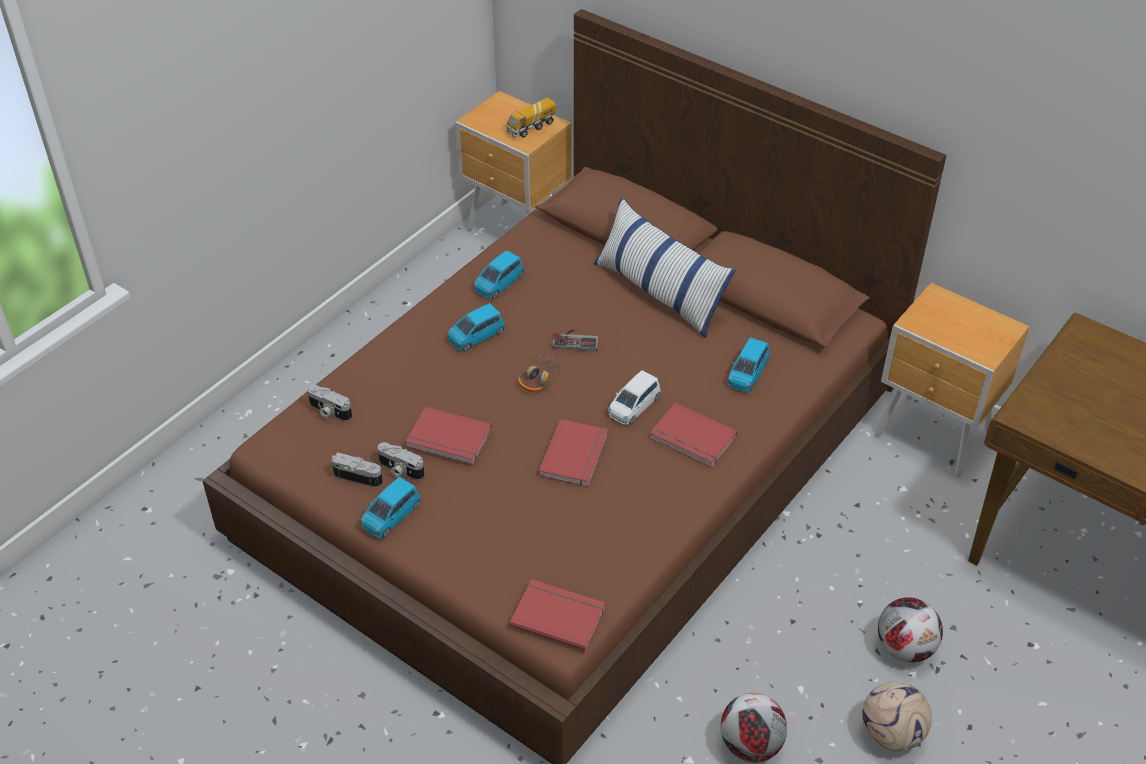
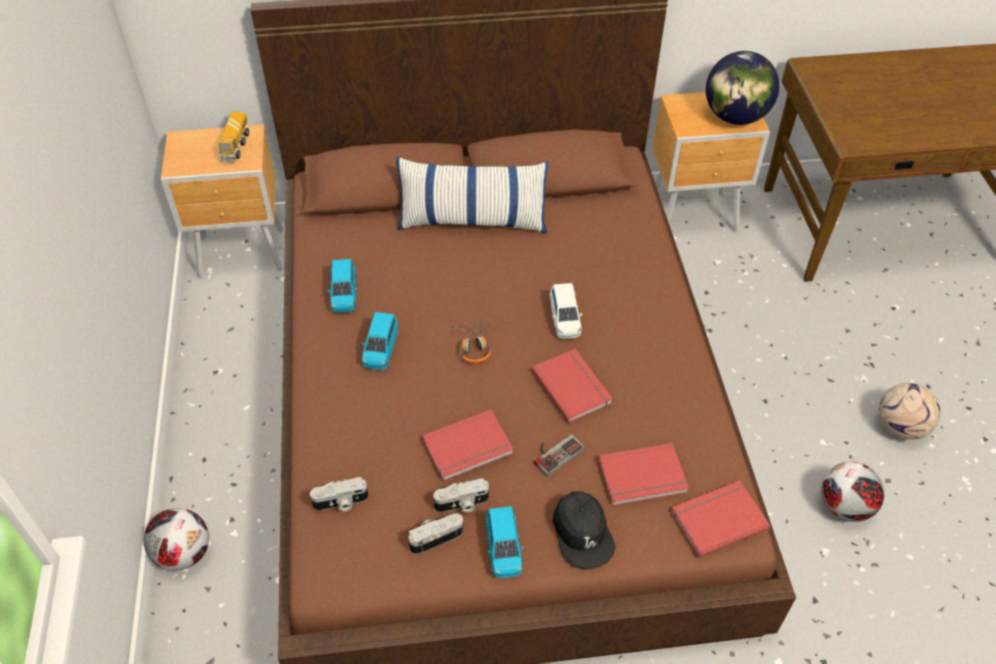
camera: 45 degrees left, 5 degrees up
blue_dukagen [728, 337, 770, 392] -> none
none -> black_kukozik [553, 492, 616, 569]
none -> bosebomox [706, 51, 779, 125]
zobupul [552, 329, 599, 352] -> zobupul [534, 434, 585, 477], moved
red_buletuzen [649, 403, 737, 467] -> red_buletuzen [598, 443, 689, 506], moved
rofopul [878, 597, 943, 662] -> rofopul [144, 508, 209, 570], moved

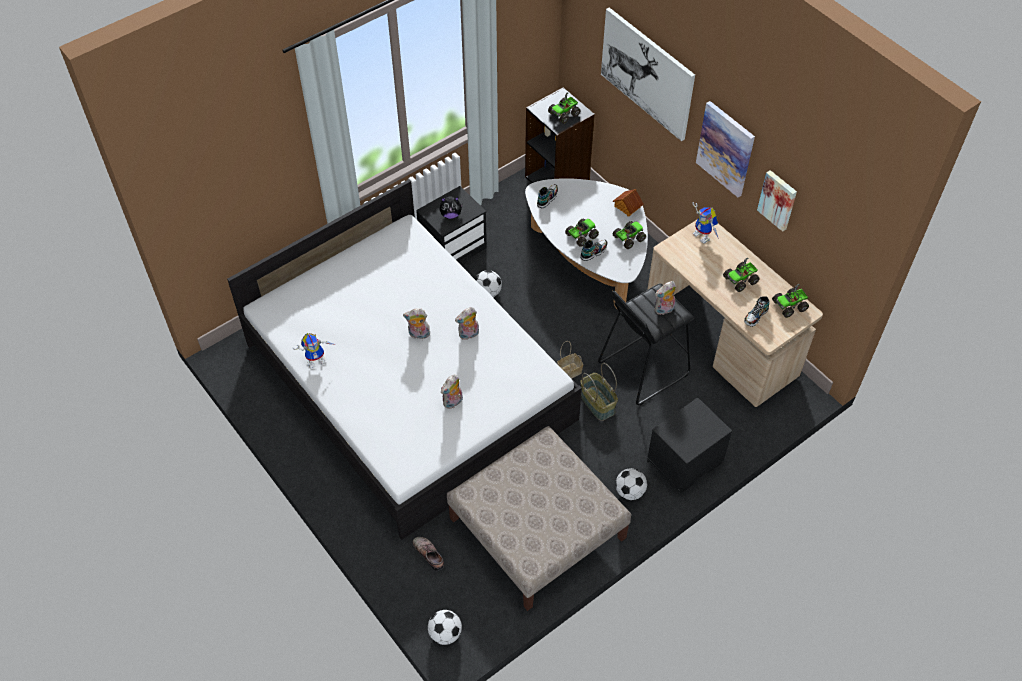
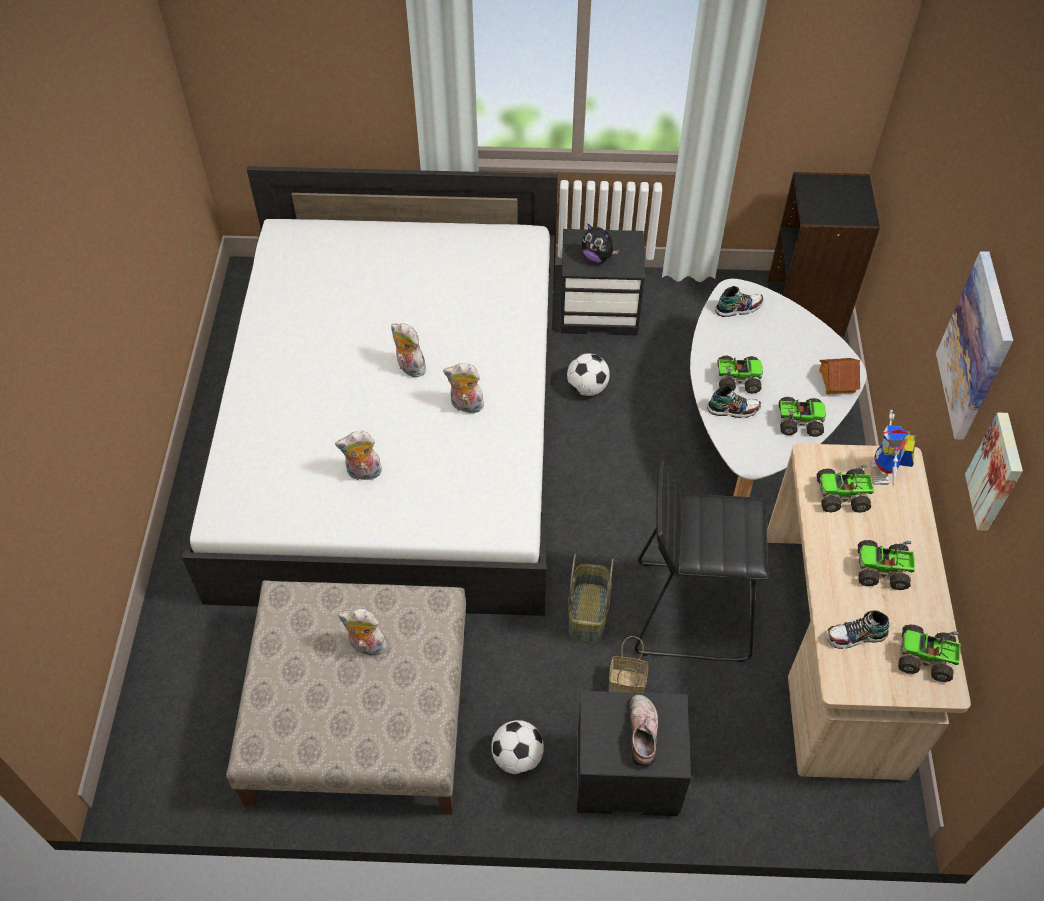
camera: 40 degrees right, 0 degrees up
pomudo [292, 333, 336, 369] -> none
rofopul [428, 610, 462, 645] -> none
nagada [601, 7, 695, 141] -> none
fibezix [413, 537, 444, 571] -> fibezix [629, 695, 659, 767], moved
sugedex [548, 92, 581, 124] -> sugedex [817, 464, 874, 513], moved
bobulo [557, 341, 583, 379] -> bobulo [609, 636, 648, 693], moved
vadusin [655, 281, 676, 315] -> vadusin [338, 608, 387, 656], moved

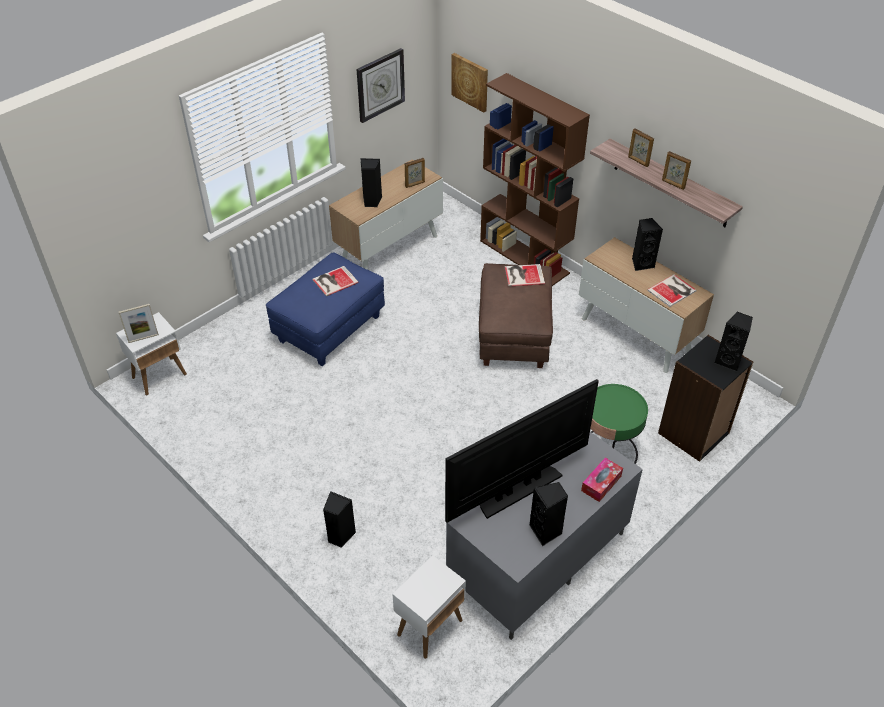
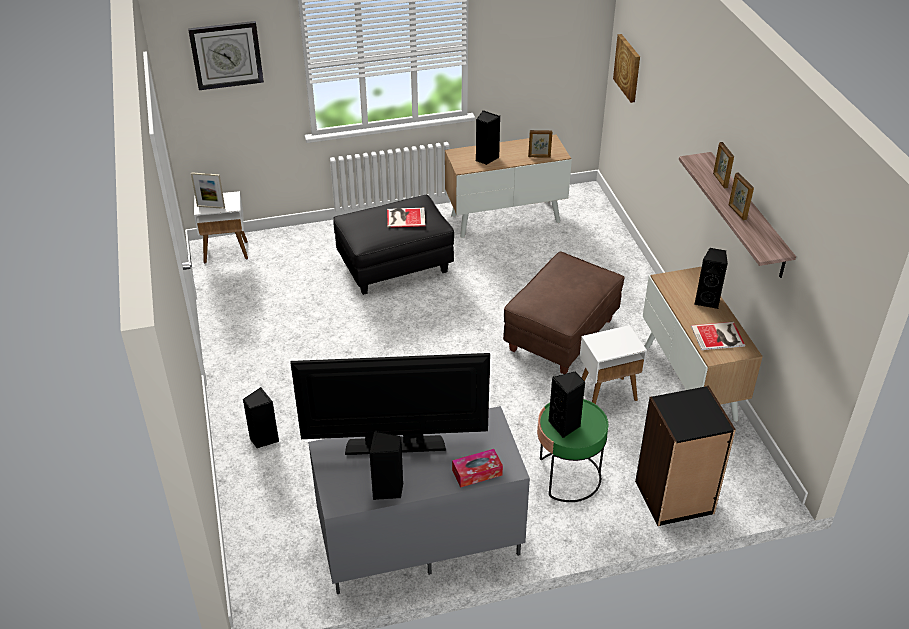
camera: 30 degrees right, 5 degrees down
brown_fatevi [480, 73, 590, 286] -> none
buletuzen [505, 264, 545, 287] -> none
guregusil [357, 48, 405, 123] -> guregusil [188, 21, 264, 90], moved
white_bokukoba [392, 555, 466, 659] -> white_bokukoba [579, 325, 647, 404], moved
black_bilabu [715, 311, 753, 372] -> black_bilabu [548, 371, 586, 438], moved
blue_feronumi [266, 252, 385, 366] -> black_feronumi [333, 195, 454, 295]

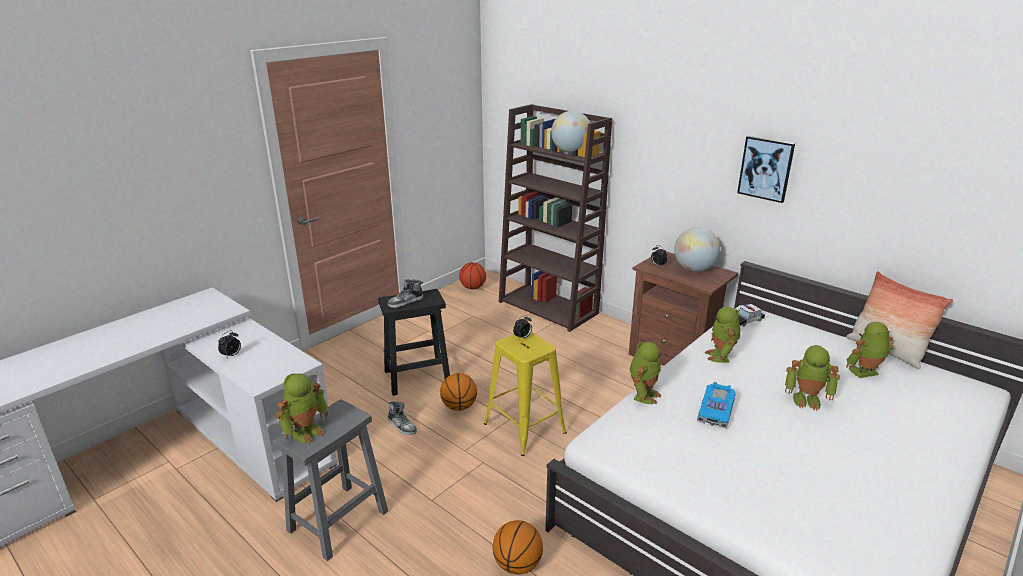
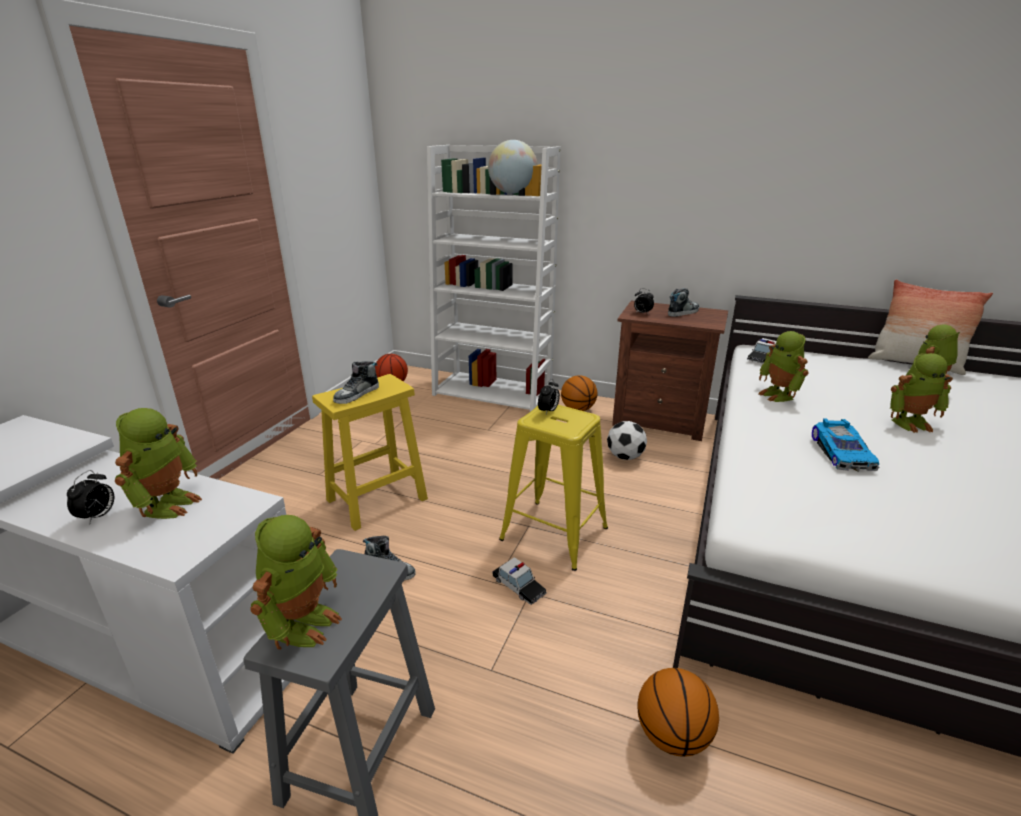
camera: 20 degrees left, 0 degrees up
nagada [737, 136, 795, 203] -> none
none -> dukagen [493, 557, 547, 605]
none -> rofopul [607, 421, 647, 460]
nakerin [440, 373, 477, 411] -> nakerin [561, 375, 597, 411], moved
pomudo [630, 342, 661, 405] -> pomudo [115, 408, 202, 519], moved
bosebomox [674, 227, 720, 272] -> fibezix [668, 288, 699, 317]
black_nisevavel [378, 289, 450, 396] -> yellow_nisevavel [312, 374, 428, 531]
brown_fatevi [499, 104, 612, 332] -> white_fatevi [427, 145, 560, 412]

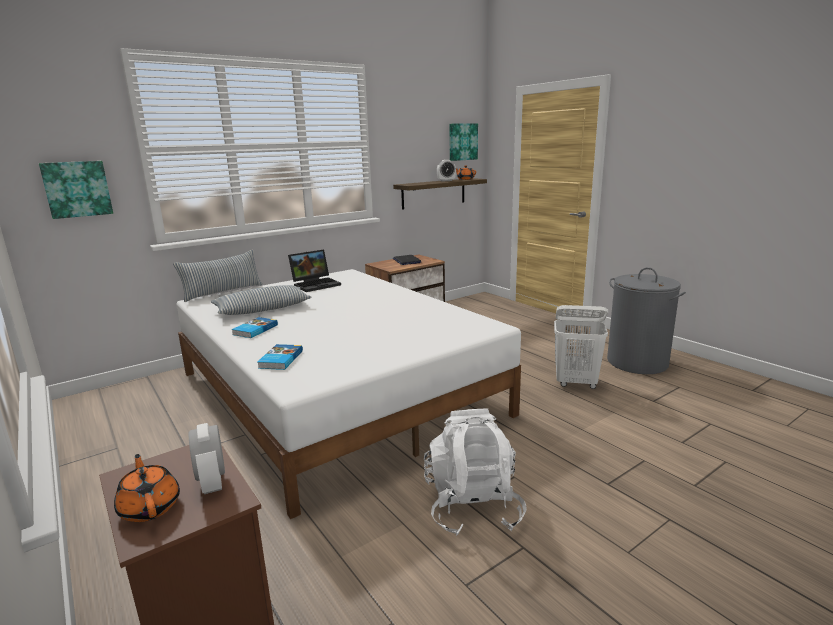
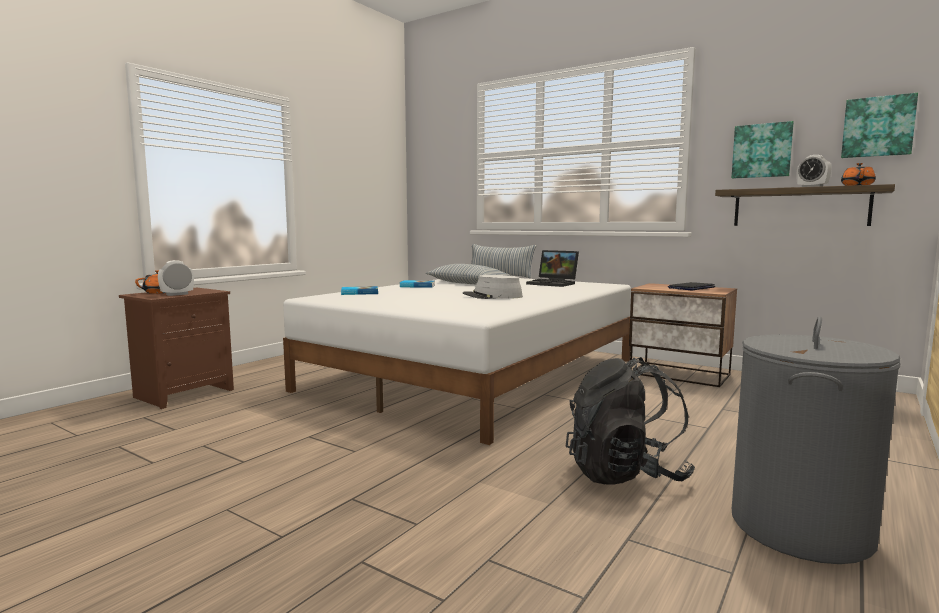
camera: 70 degrees right, 10 degrees down
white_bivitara [424, 408, 527, 536] -> none
none -> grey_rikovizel [463, 275, 523, 299]
nagada [39, 161, 113, 219] -> nagada [732, 121, 794, 178], moved
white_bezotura [554, 305, 608, 389] -> black_bivitara [566, 357, 695, 485]

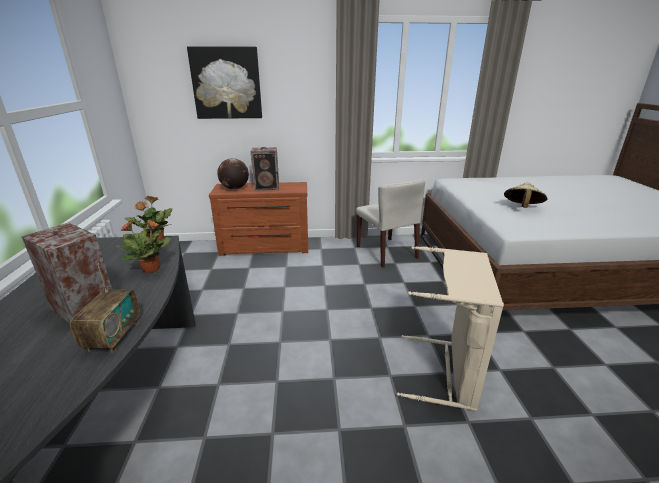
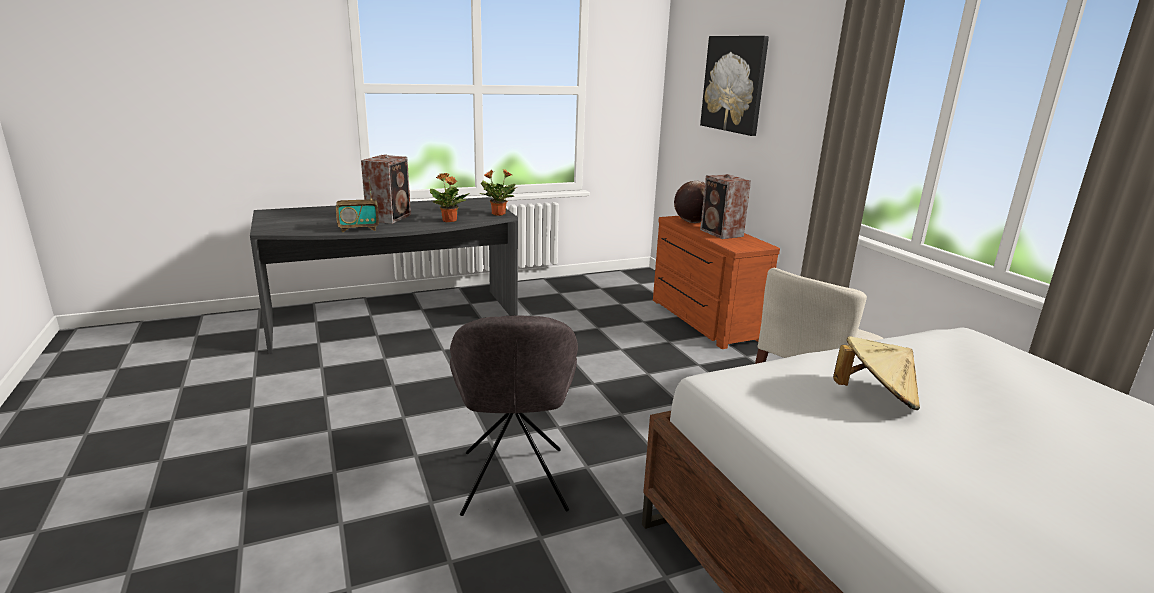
camera: 70 degrees right, 5 degrees down
beige_bezotura [397, 246, 504, 411] -> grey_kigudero [450, 316, 578, 516]

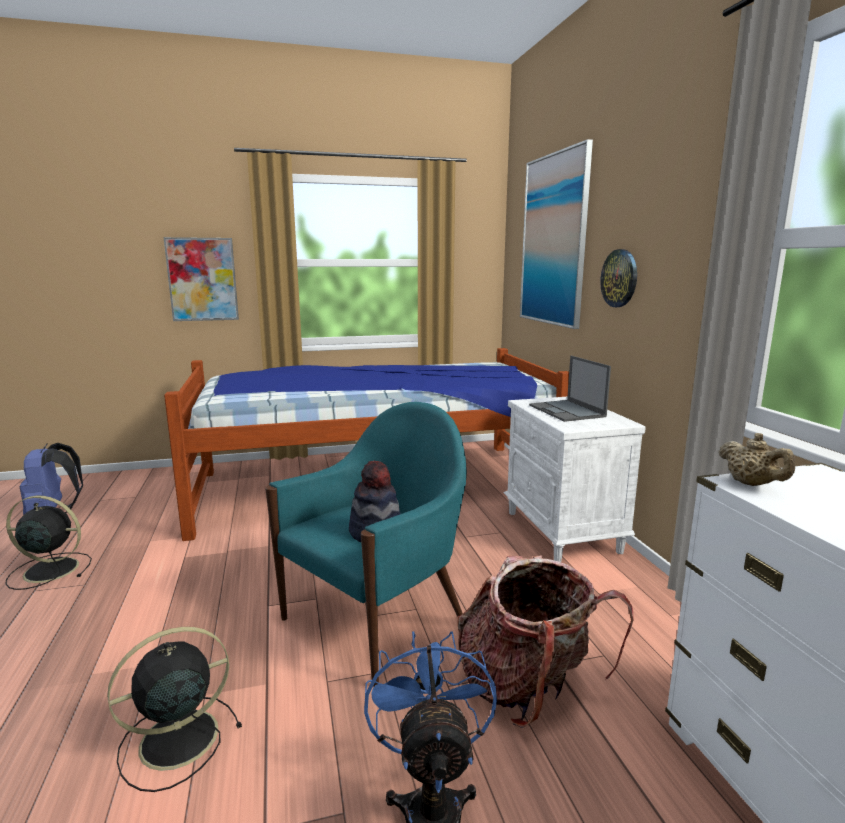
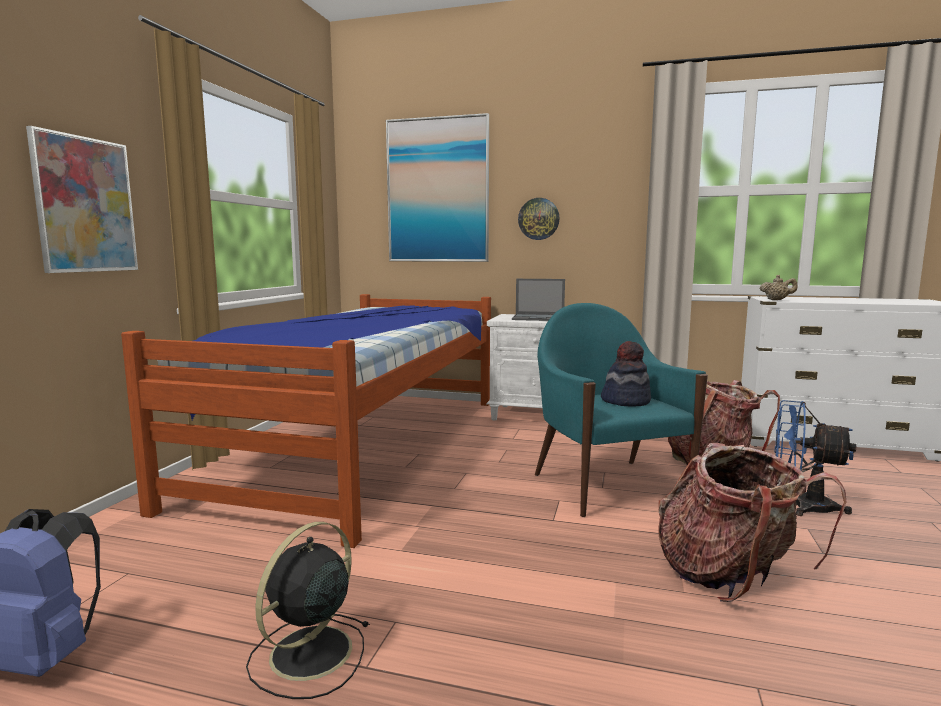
camera: 60 degrees left, 5 degrees down
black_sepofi [107, 627, 242, 792] -> bivitara [658, 443, 847, 602]

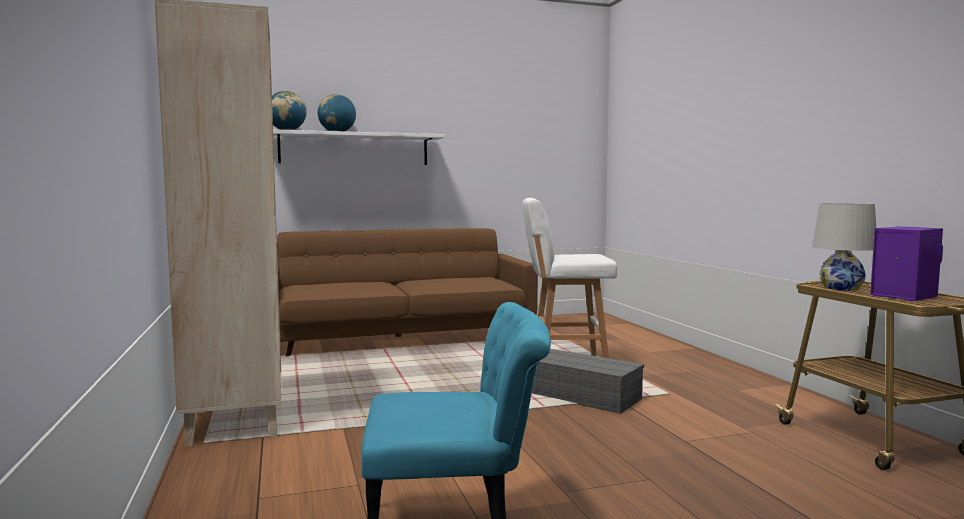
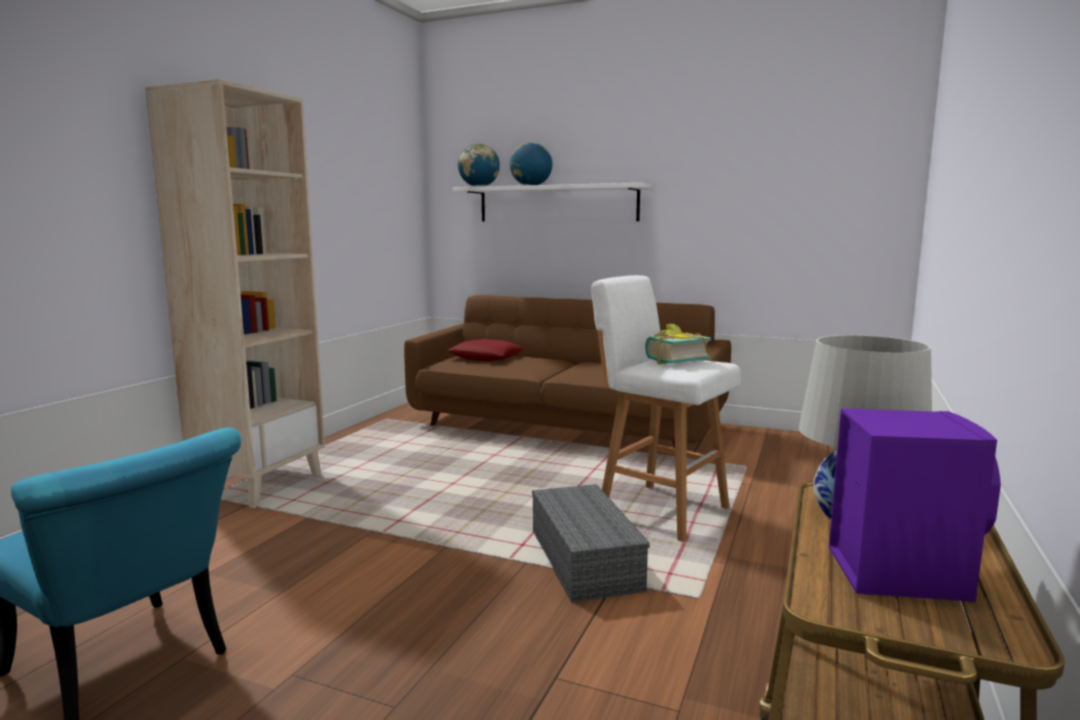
camera: 40 degrees right, 5 degrees up
none -> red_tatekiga [447, 339, 524, 361]
none -> buletuzen [645, 324, 711, 364]

